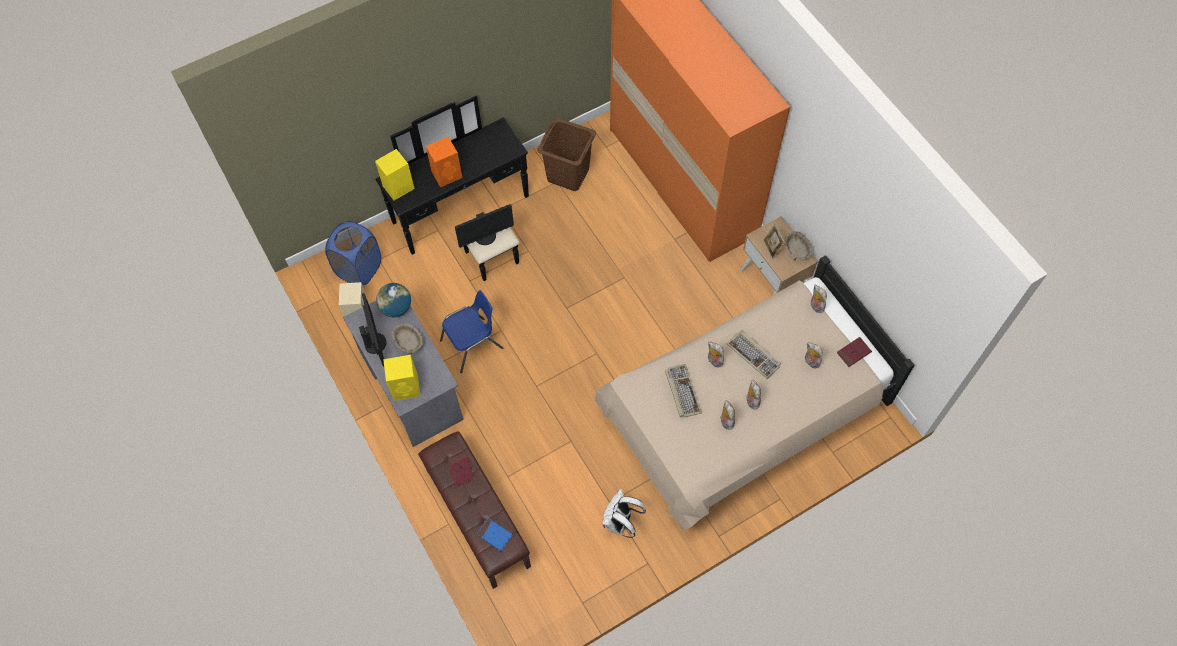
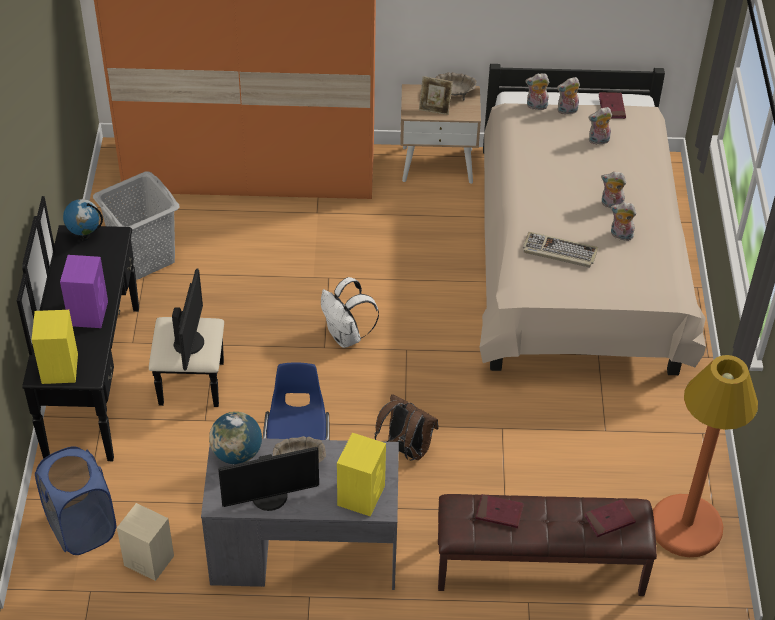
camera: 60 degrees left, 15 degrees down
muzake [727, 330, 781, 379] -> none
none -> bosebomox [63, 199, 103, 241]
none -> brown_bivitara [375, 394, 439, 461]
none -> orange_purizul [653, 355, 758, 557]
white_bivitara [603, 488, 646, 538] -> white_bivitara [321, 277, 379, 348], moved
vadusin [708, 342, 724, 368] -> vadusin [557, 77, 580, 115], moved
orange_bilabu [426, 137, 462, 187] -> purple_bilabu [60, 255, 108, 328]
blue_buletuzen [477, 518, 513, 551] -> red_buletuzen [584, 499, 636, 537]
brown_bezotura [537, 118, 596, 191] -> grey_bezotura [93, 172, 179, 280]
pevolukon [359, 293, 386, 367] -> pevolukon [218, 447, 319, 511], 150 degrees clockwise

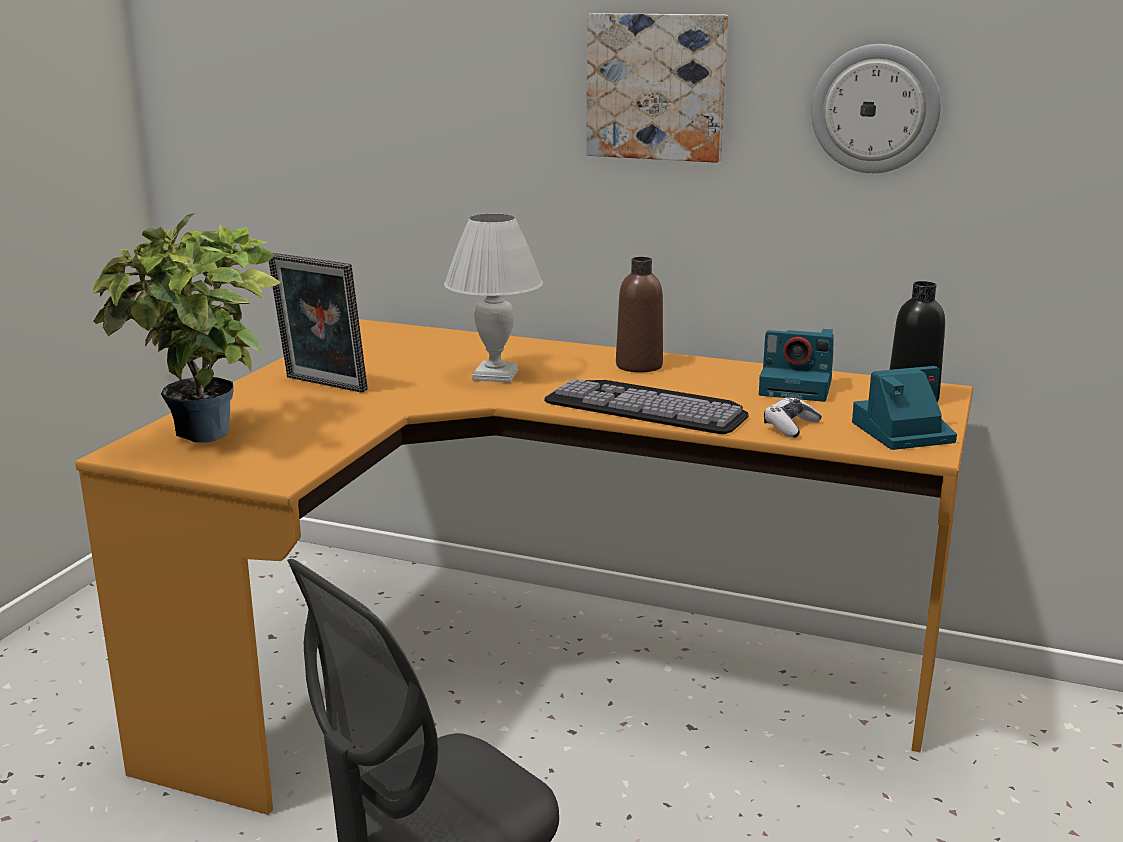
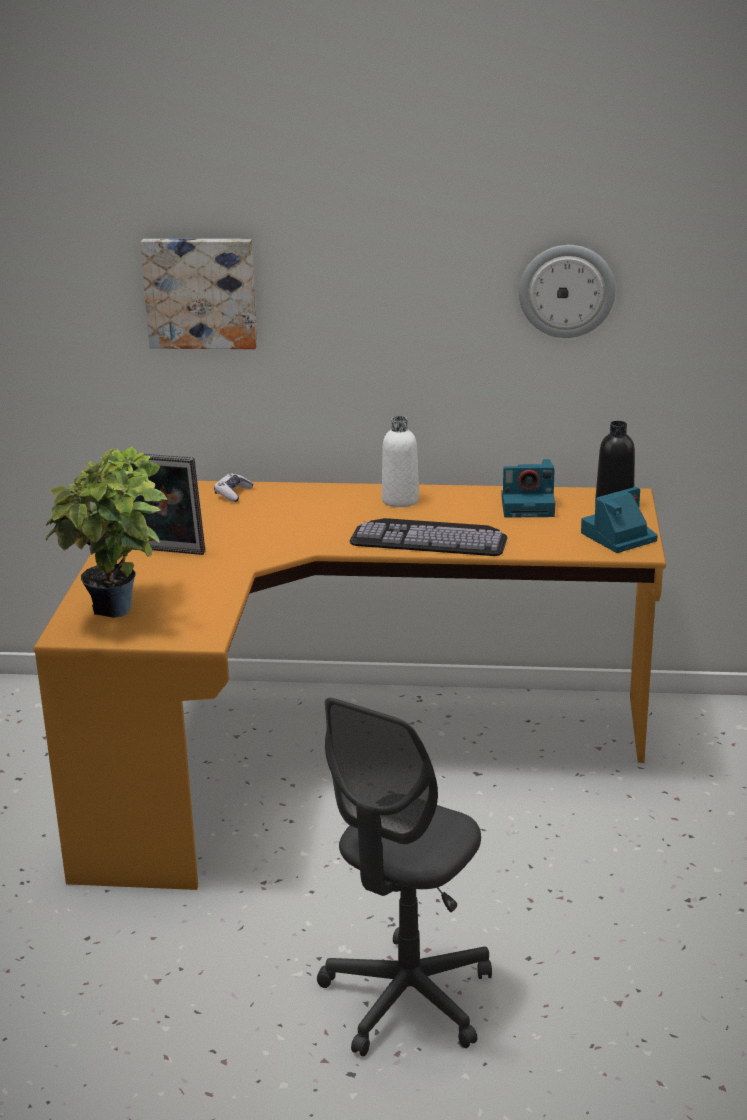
camera: 15 degrees left, 5 degrees up
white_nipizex [444, 214, 543, 383] -> none
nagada [586, 13, 728, 163] -> nagada [140, 239, 258, 349], moved
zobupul [764, 397, 822, 438] -> zobupul [214, 473, 253, 502], moved
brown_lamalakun [616, 257, 663, 373] -> white_lamalakun [382, 416, 419, 507]

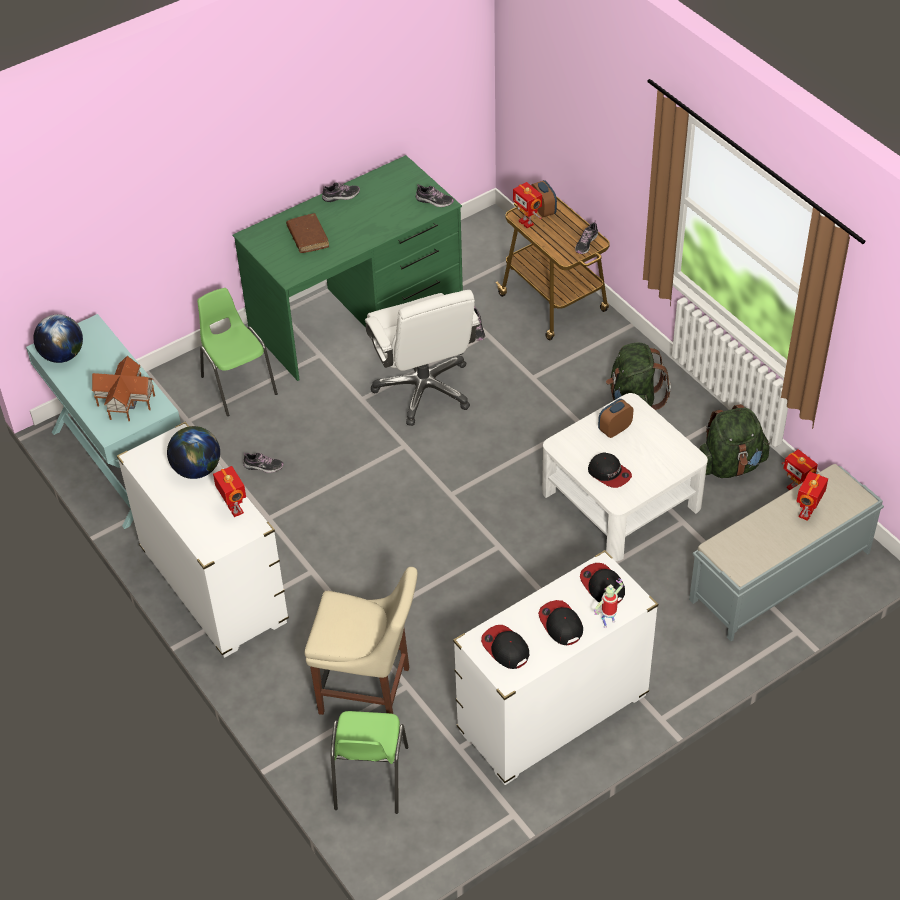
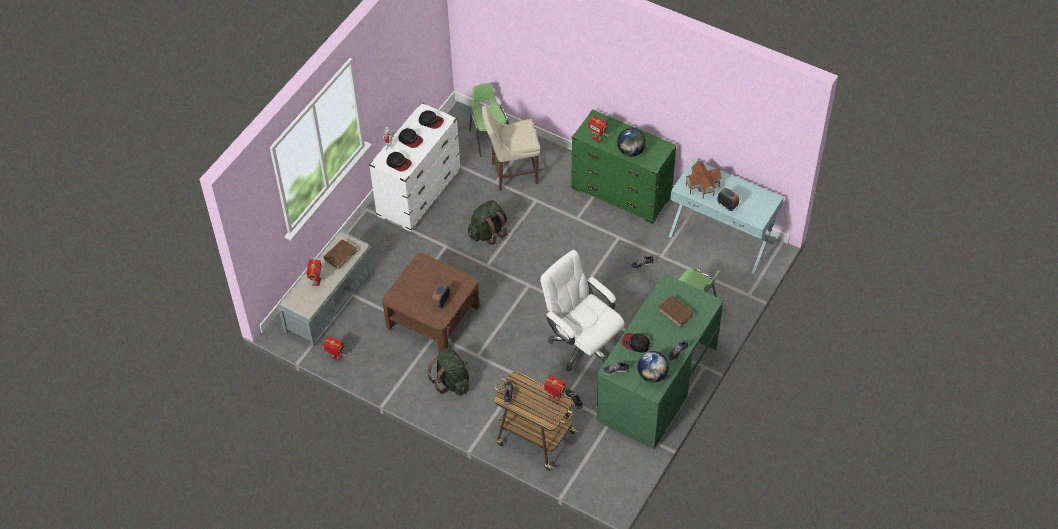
camera: 155 degrees right, 5 degrees up
none -> brown_buletuzen [324, 239, 357, 269]
bosebomox [33, 314, 83, 363] -> bosebomox [637, 351, 669, 383], moved
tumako [531, 180, 557, 218] -> tumako [717, 188, 739, 211], moved
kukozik [588, 452, 632, 488] -> kukozik [622, 333, 650, 352], moved
green_bivitara [699, 404, 770, 478] -> green_bivitara [468, 200, 507, 245], moved
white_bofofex [117, 422, 289, 658] -> green_bofofex [571, 109, 677, 224]
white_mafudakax [542, 393, 708, 561] -> brown_mafudakax [382, 253, 479, 352]

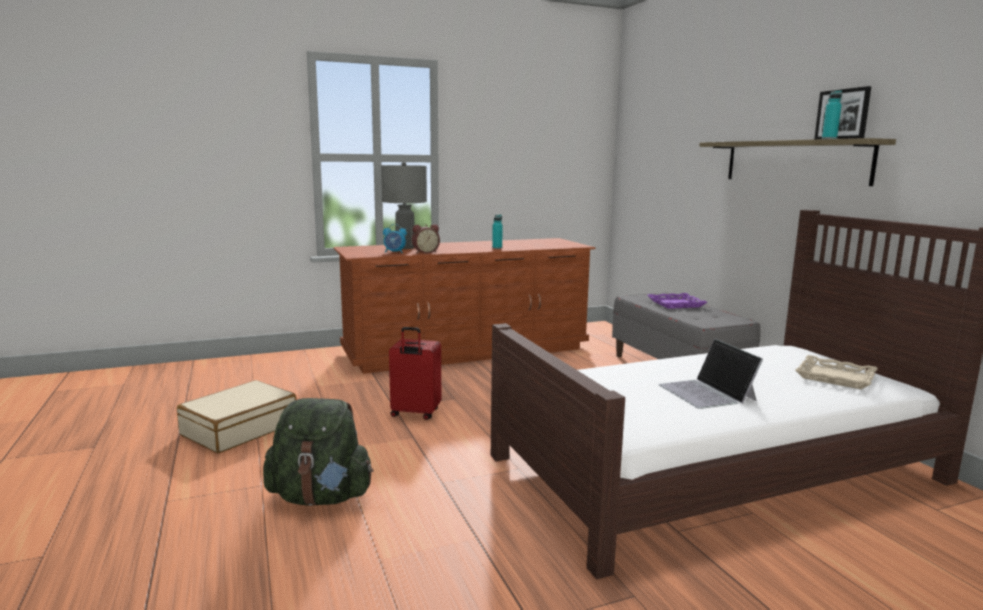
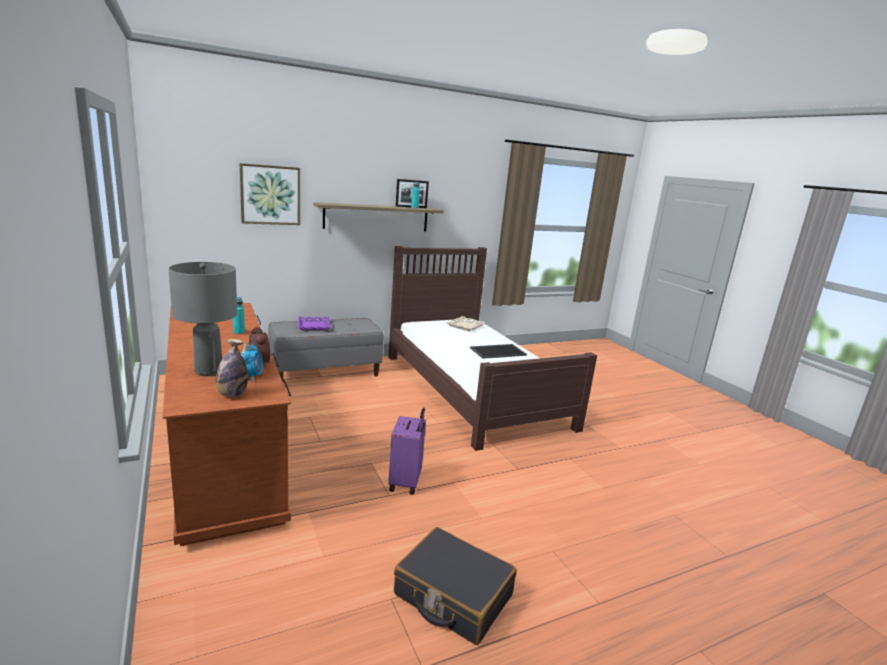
camera: 95 degrees left, 5 degrees up
green_bivitara [263, 398, 373, 506] -> none
none -> lamalakun [216, 339, 248, 397]
none -> nagada [239, 163, 300, 225]
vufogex [658, 339, 763, 409] -> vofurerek [470, 344, 527, 359]
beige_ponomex [177, 380, 296, 453] -> black_ponomex [394, 527, 517, 645]
red_ponomex [389, 327, 441, 420] -> purple_ponomex [388, 408, 426, 495]

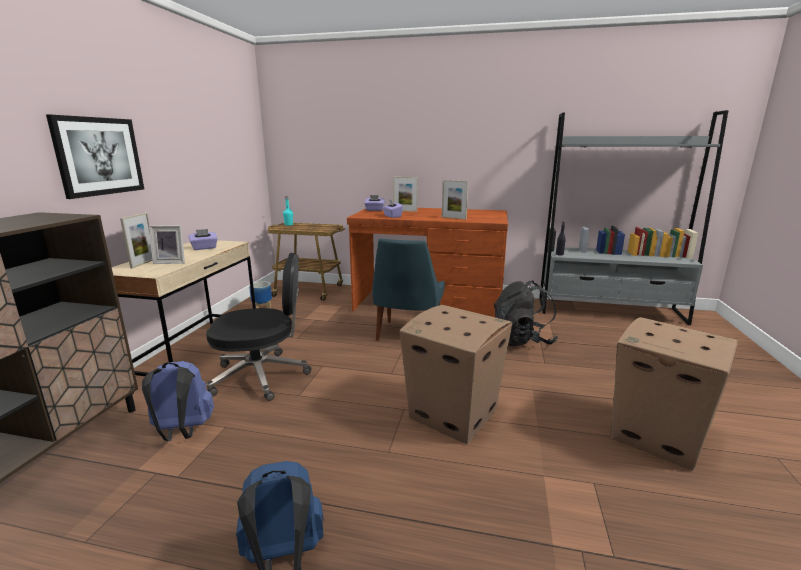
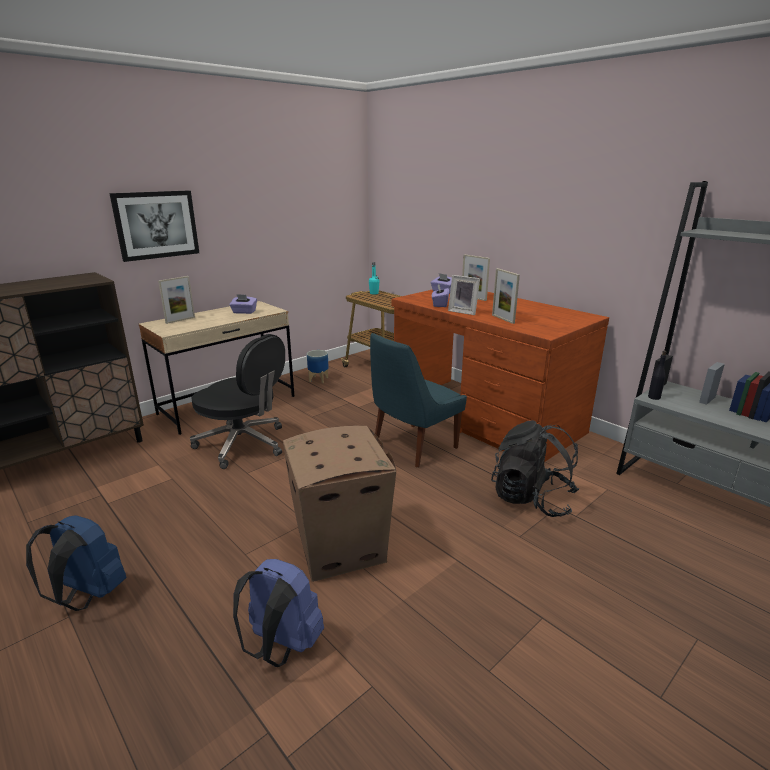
camera: 35 degrees right, 5 degrees up
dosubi [610, 317, 738, 471] -> none
blue_bivitara [142, 361, 214, 441] -> blue_bivitara [233, 559, 324, 667], moved
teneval [149, 225, 185, 264] -> teneval [448, 275, 480, 315], moved

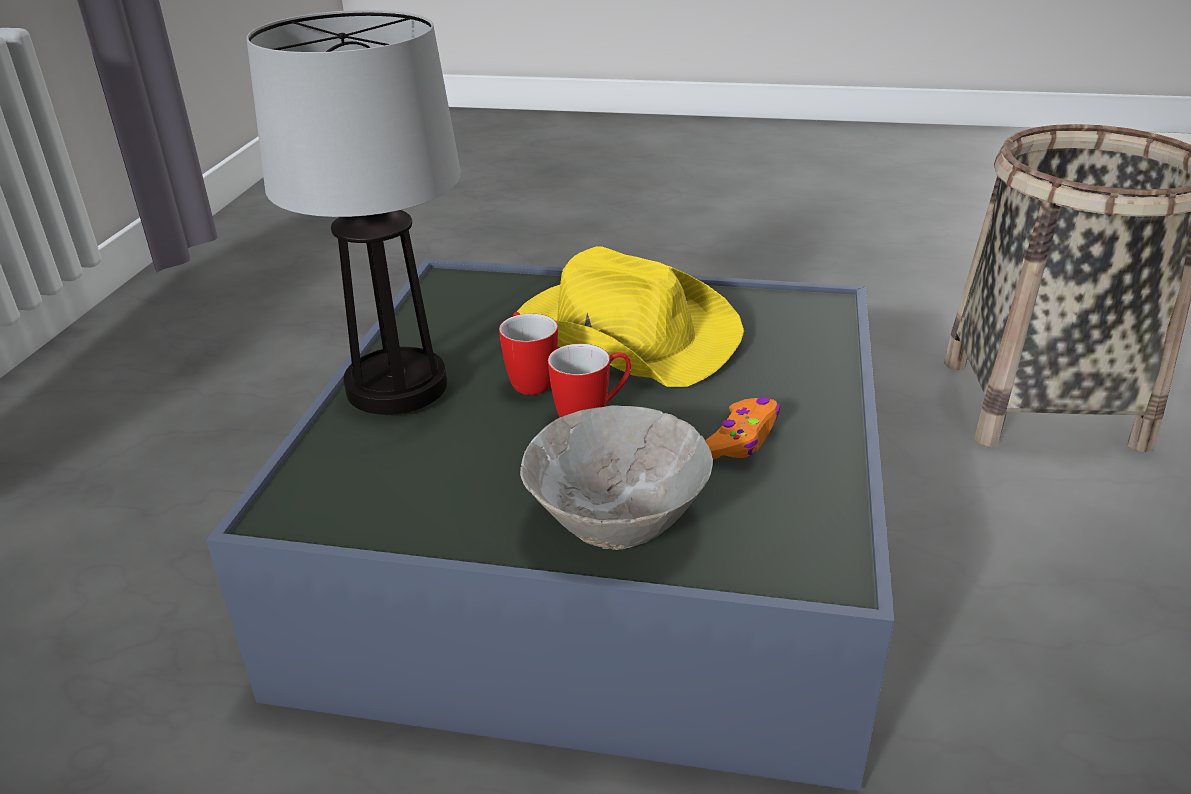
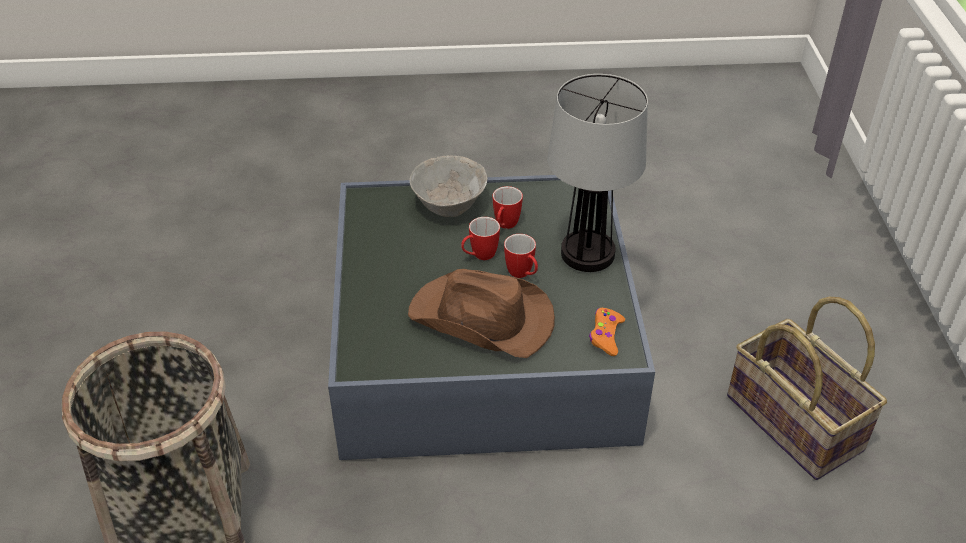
camera: 165 degrees right, 10 degrees up
none -> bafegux [493, 186, 523, 229]
none -> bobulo [727, 297, 887, 480]
orange_zobupul [705, 397, 780, 460] -> orange_zobupul [589, 308, 625, 356], moved
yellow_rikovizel [517, 246, 744, 387] -> brown_rikovizel [408, 269, 555, 358]

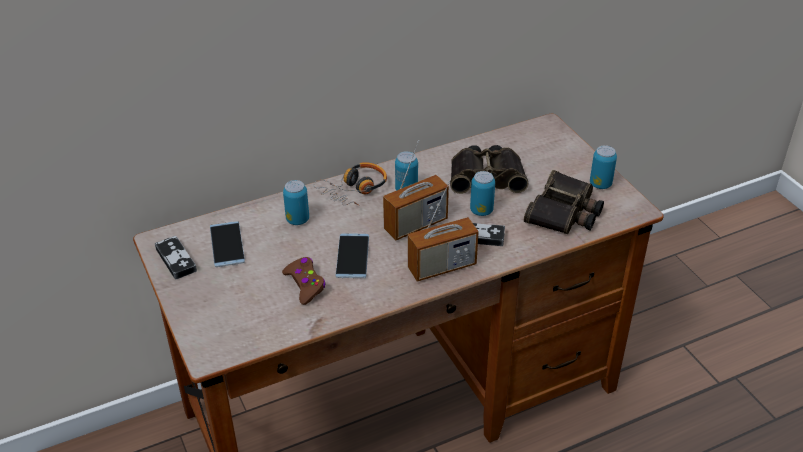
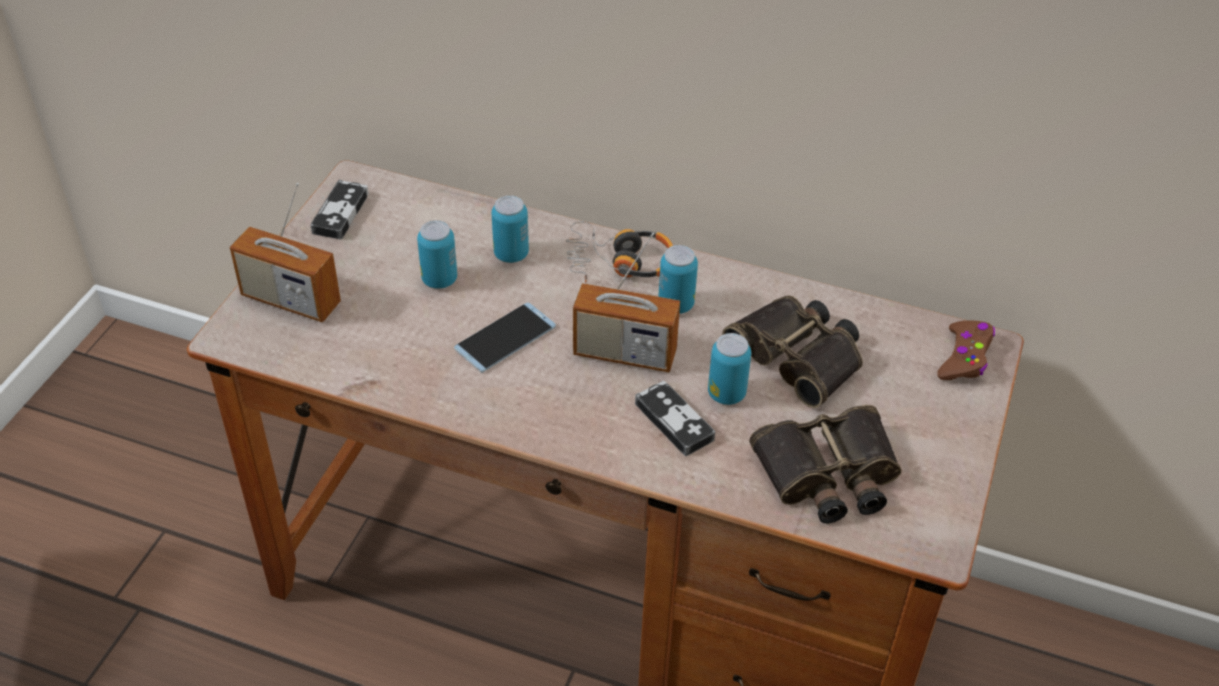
camera: 45 degrees right, 5 degrees up
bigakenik [210, 221, 245, 267] -> none
brown_zobupul [282, 257, 325, 305] -> brown_zobupul [937, 320, 995, 380], moved
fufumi [408, 180, 479, 282] -> fufumi [230, 183, 341, 322], moved
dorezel [590, 145, 617, 189] -> dorezel [417, 220, 457, 289], moved

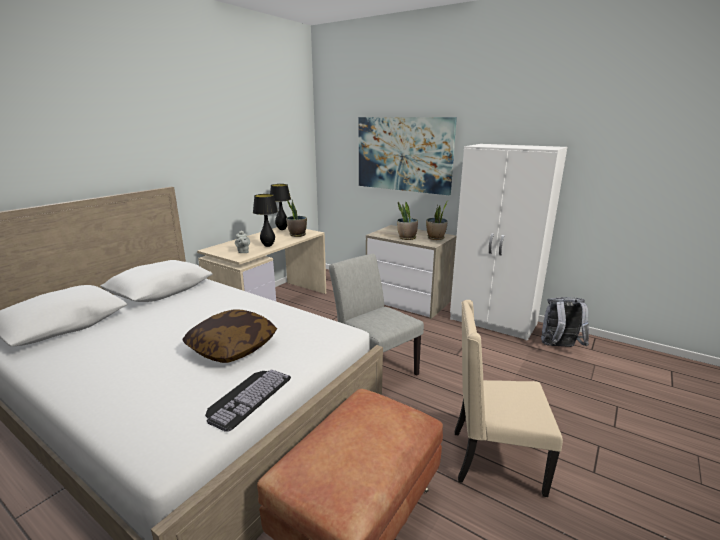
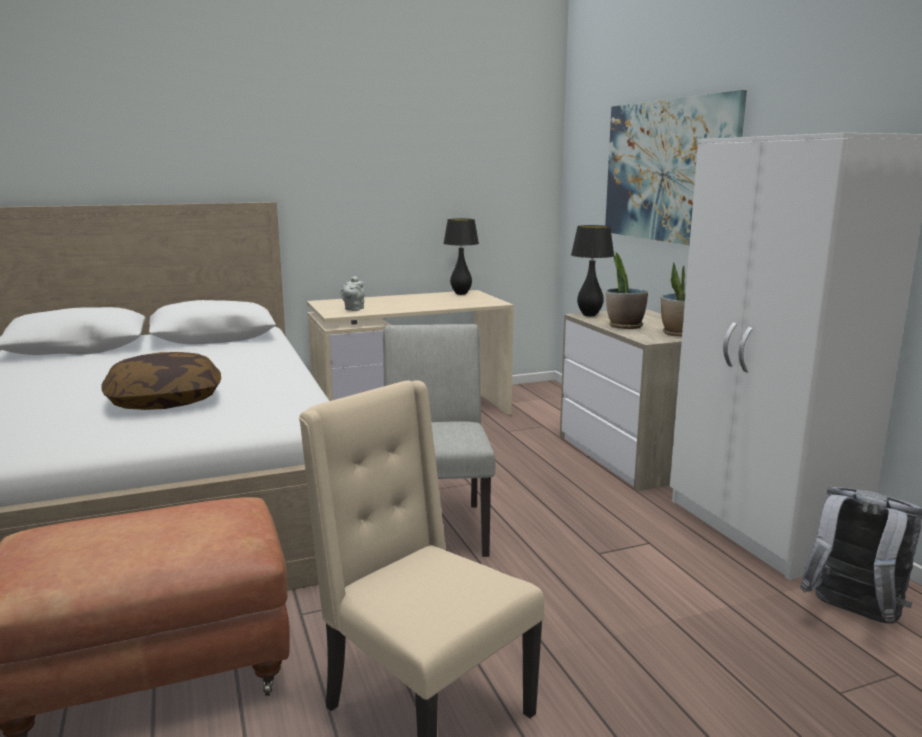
camera: 35 degrees right, 5 degrees down
muzake [205, 369, 291, 432] -> none
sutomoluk [286, 200, 307, 237] -> none
black_nipizex [253, 194, 278, 247] -> black_nipizex [571, 225, 614, 317], moved

